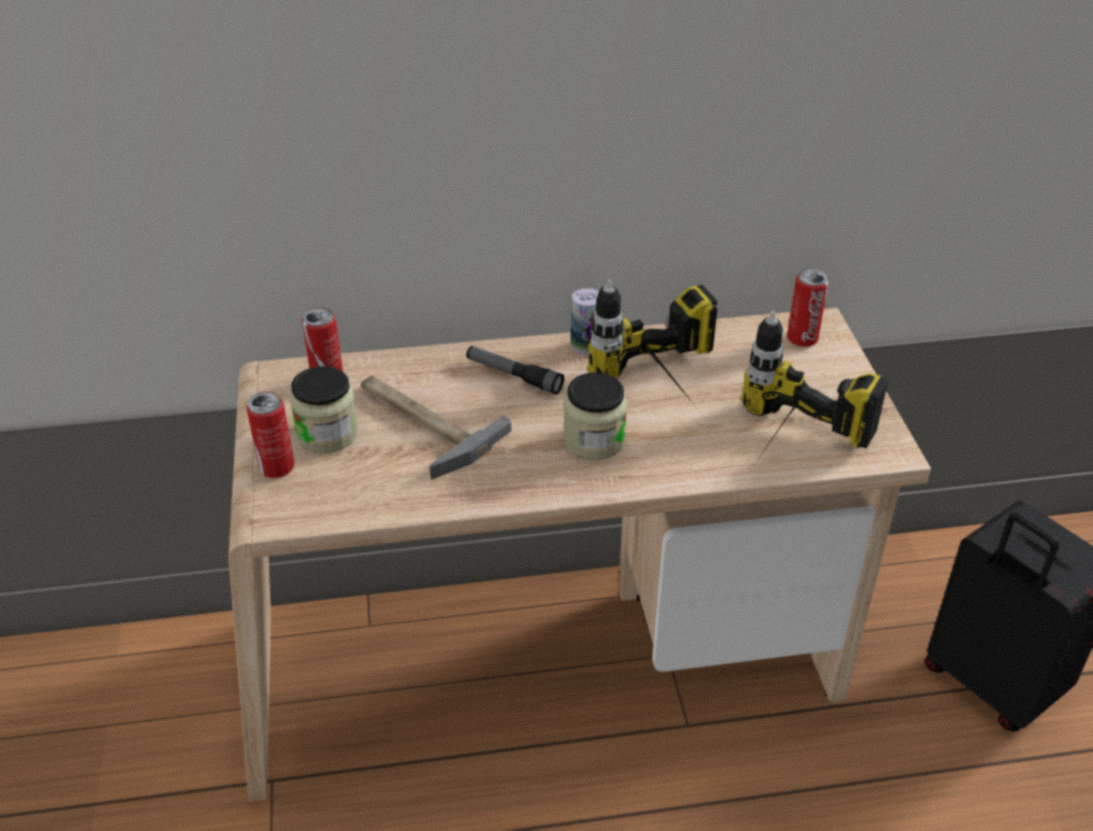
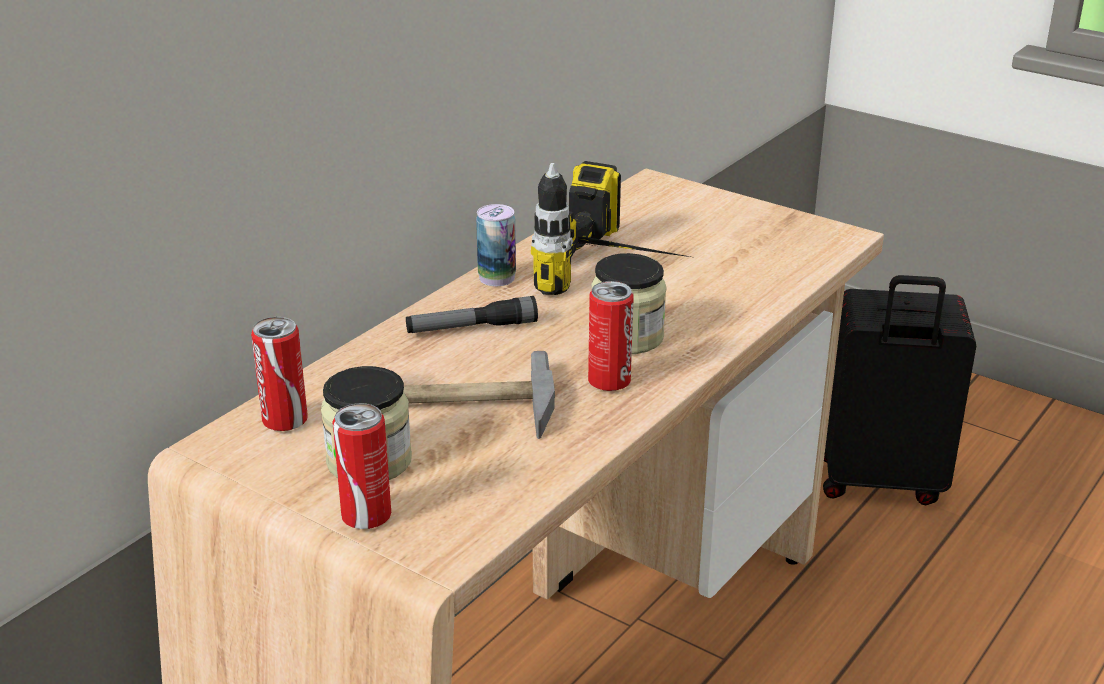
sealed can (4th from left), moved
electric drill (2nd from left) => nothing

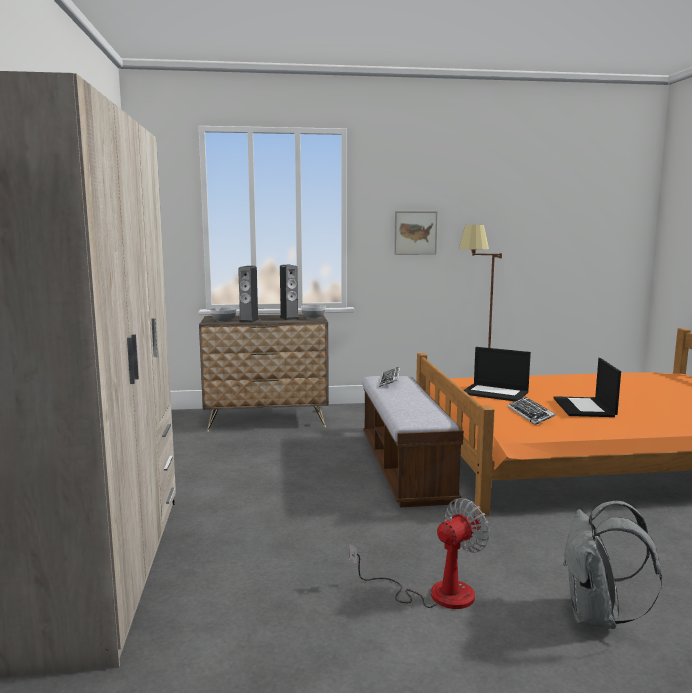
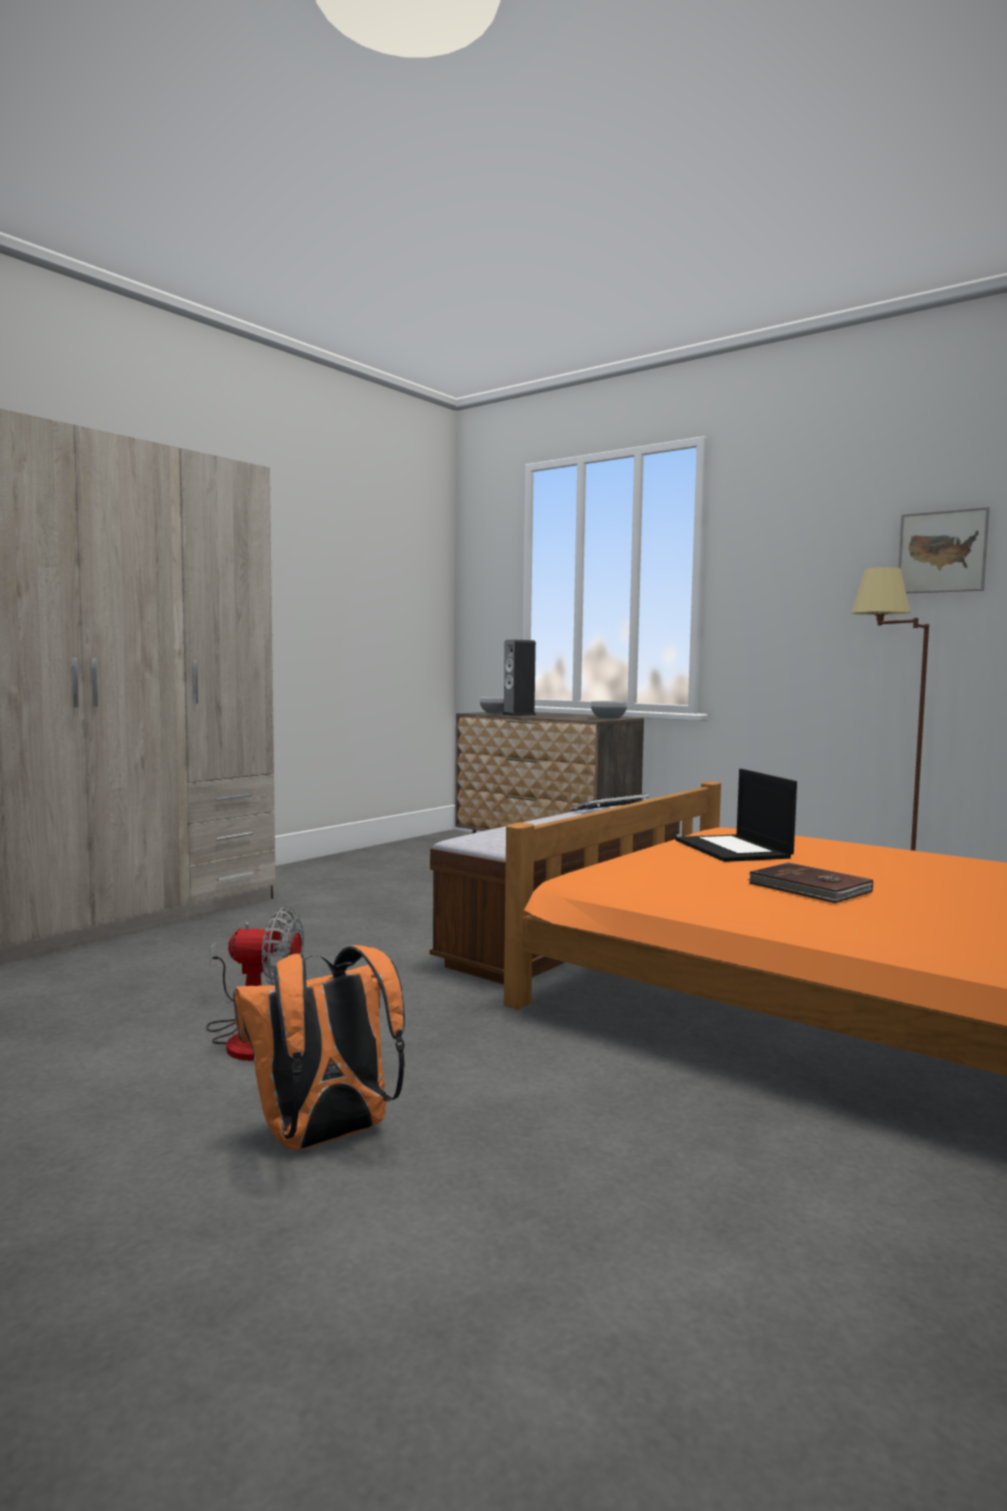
picture, moved
loudspeaker (2nd from left) => nothing
notebook computer (2nd from left) => book (brownish)
computer keyboard (2nd from left) => nothing
rucksack (gray) => rucksack (orange-coloured)

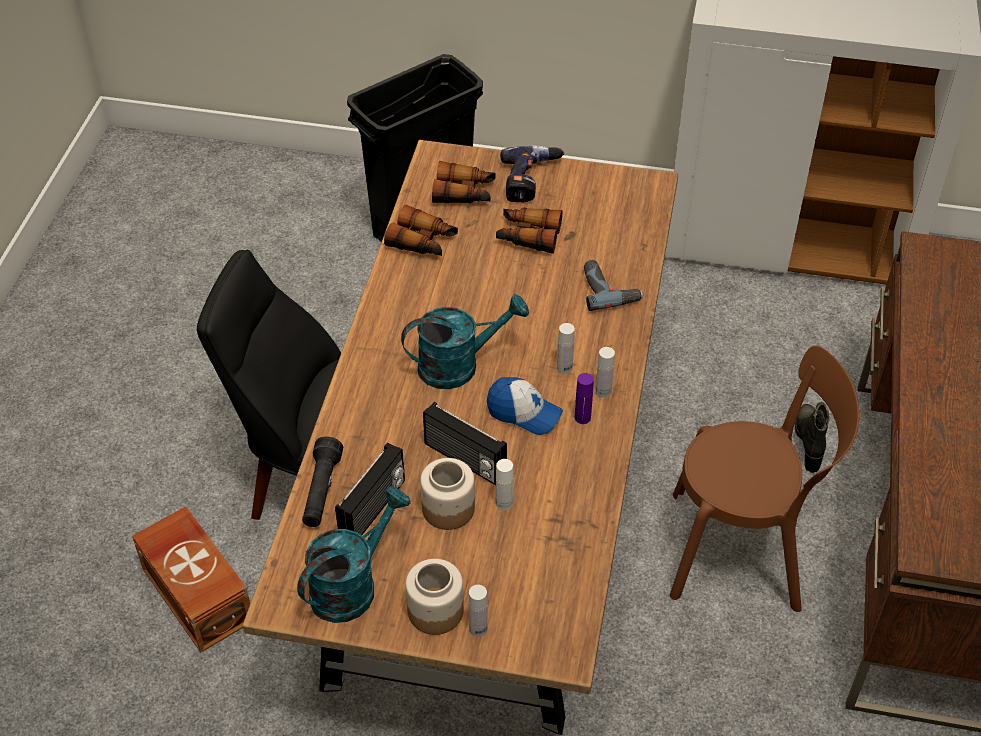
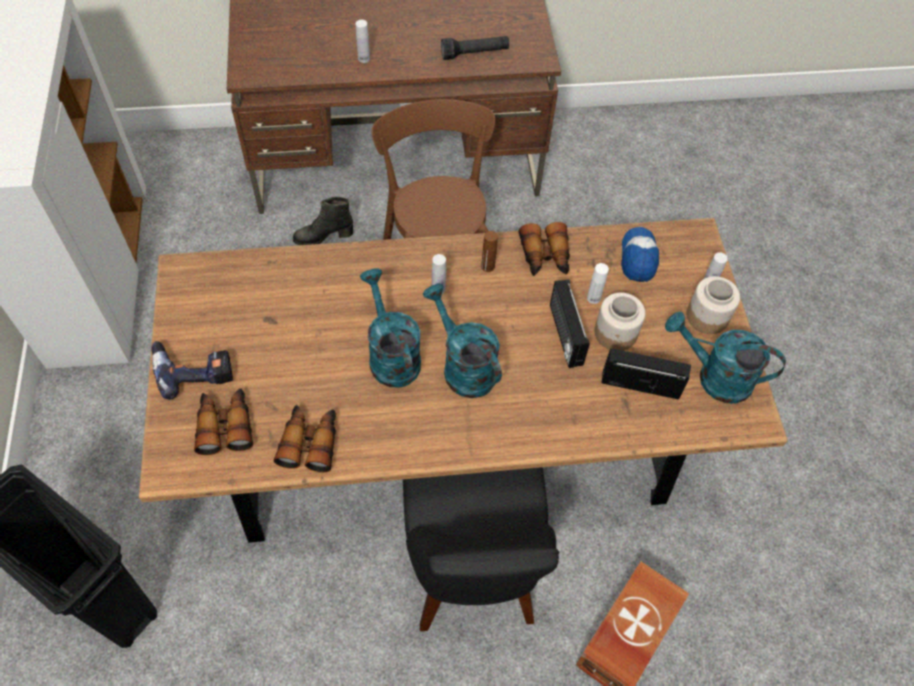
field glasses (3rd from left), moved
electric drill (2nd from left) => nothing
drink bottle (white) (4th from left in the first image) => drink bottle (white) (1st from left), moved
drink bottle (purple-coloured) => drink bottle (brownish)
peaked cap, moved
radio set (2nd from left in the first image) => radio set (1st from left), 150 degrees clockwise
hand torch (blackish), moved
nothing => watering can (turquoise-coloured) (1st from left)

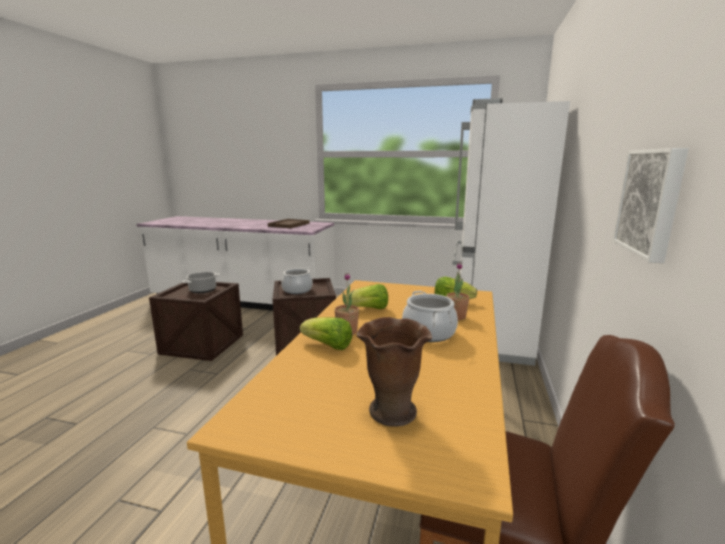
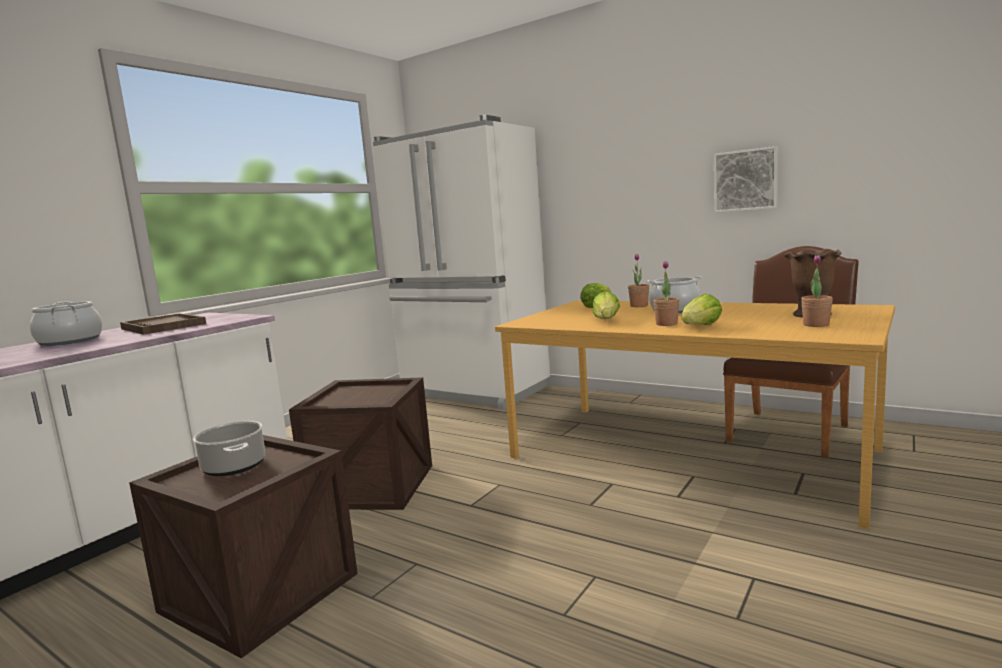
stockpot (2nd from left in the first image) => stockpot (1st from left), moved
nothing => plant in a pot (3rd from left)

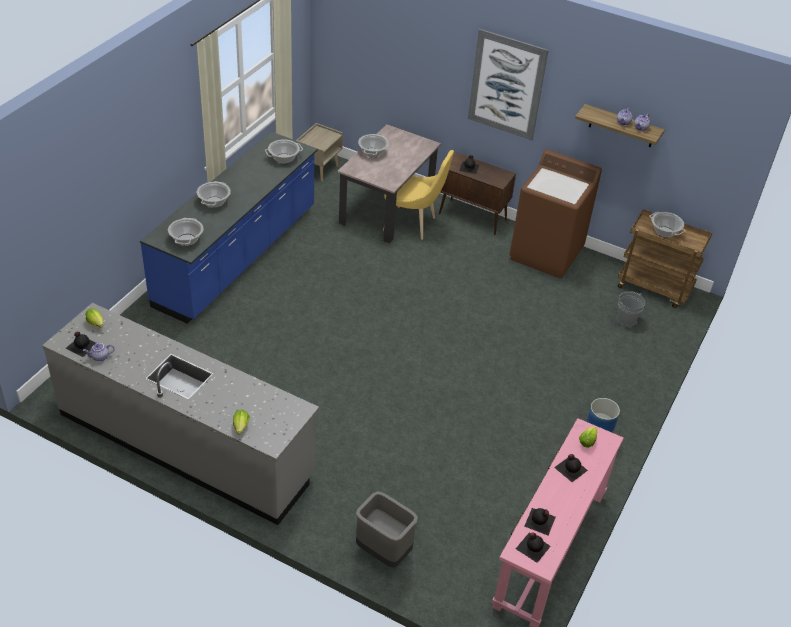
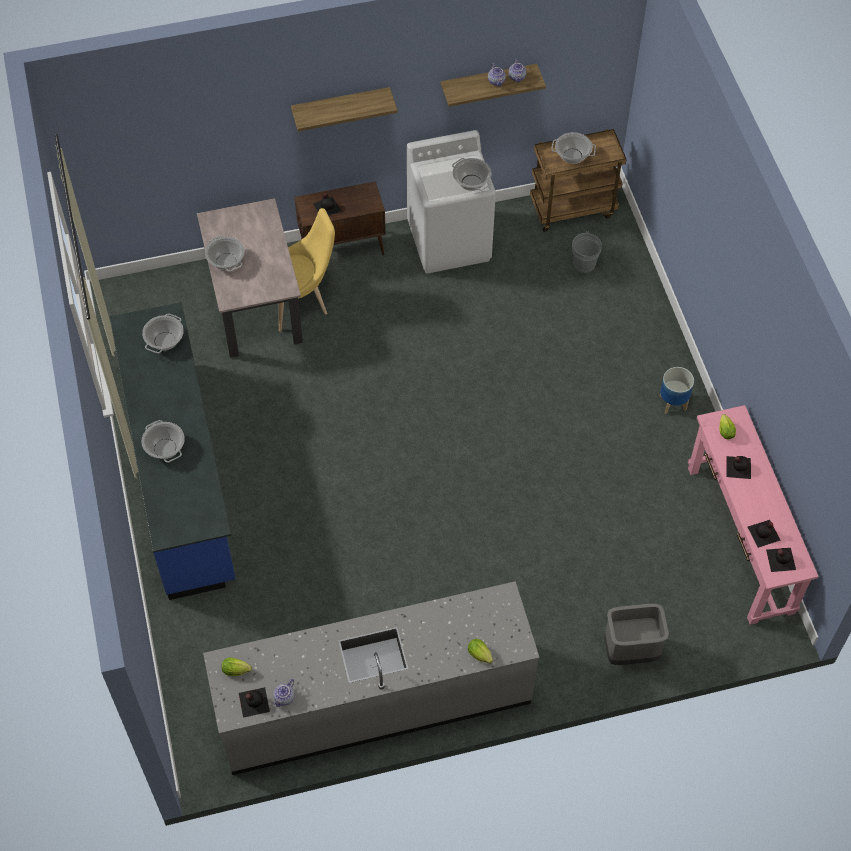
picture => bracket shelf (1st from left)
night table (beige) => nothing
washing machine (brownish) => washing machine (white)
stockpot (1st from left in the first image) => stockpot (4th from left), moved

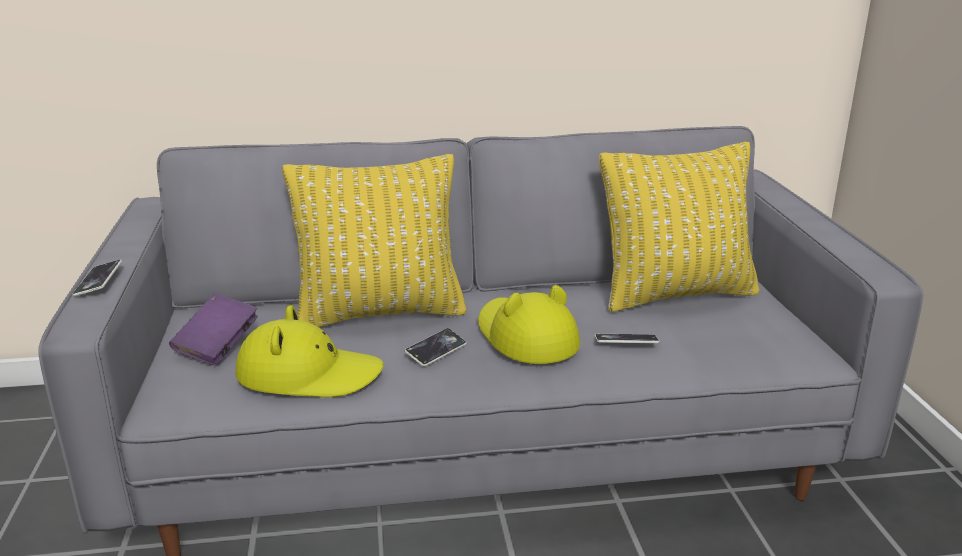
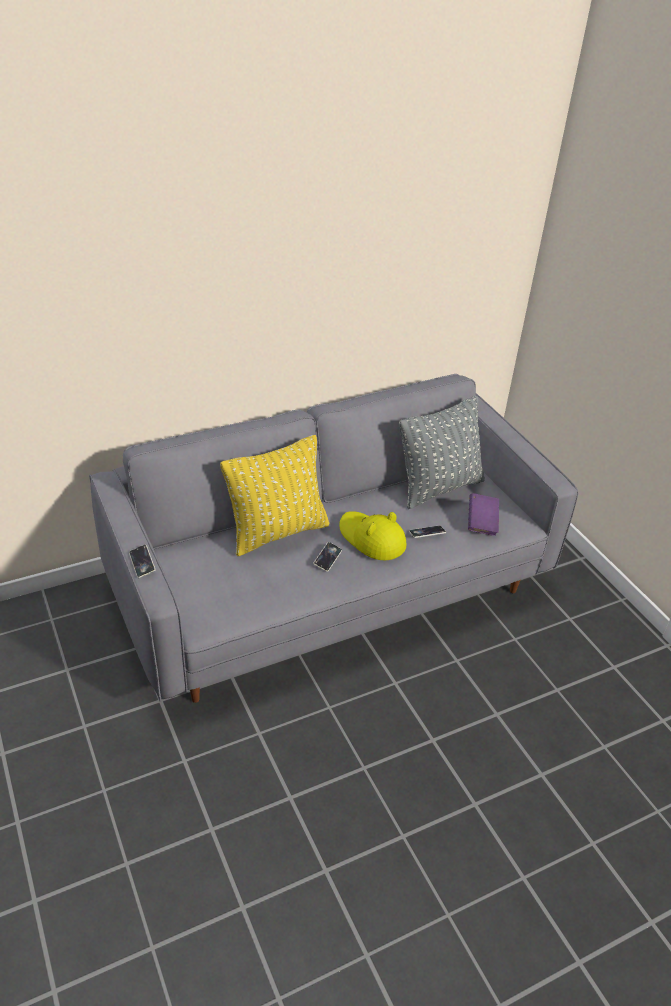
cushion (yellowish) (2nd from left) => cushion (gray)
book (purple-coloured), moved
hat (yellowish) (1st from left) => nothing

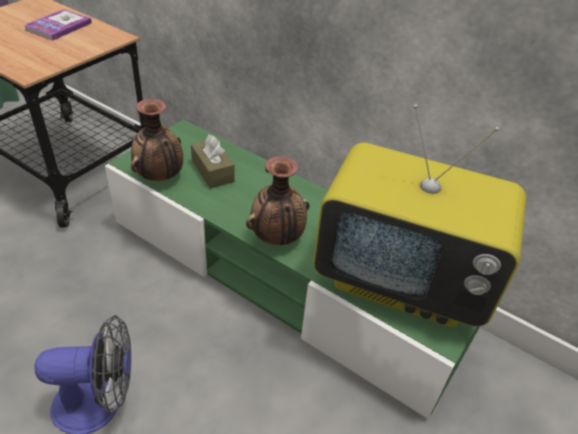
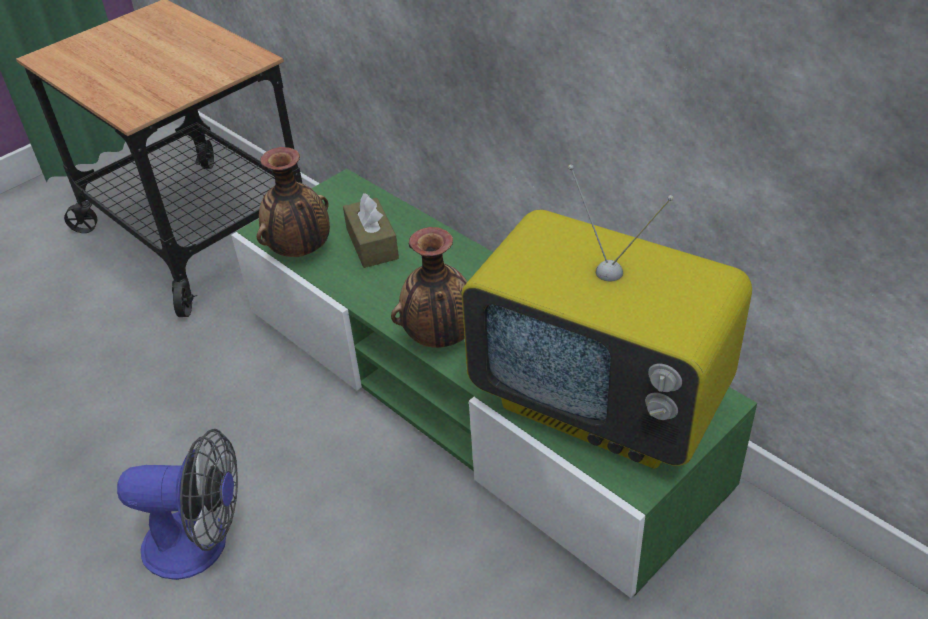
book => nothing

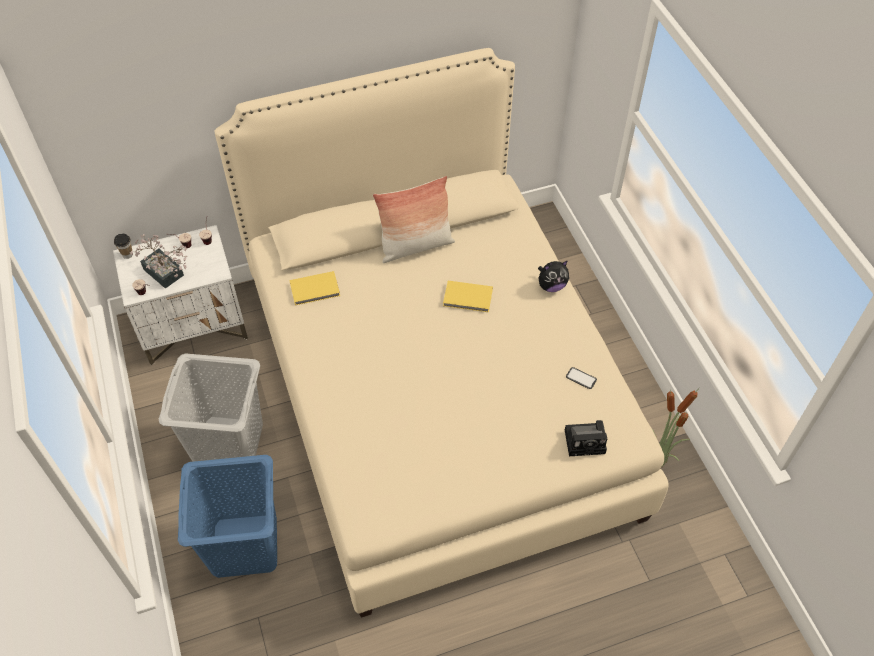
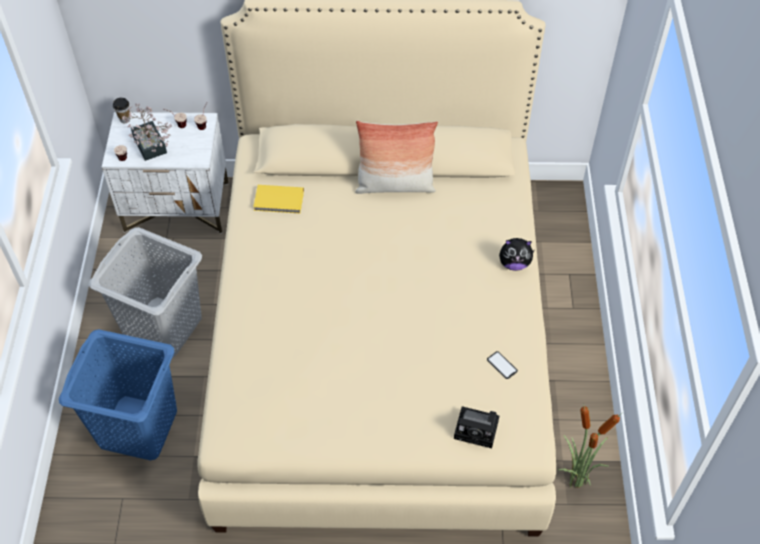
book (yellowish) (2nd from left) => nothing

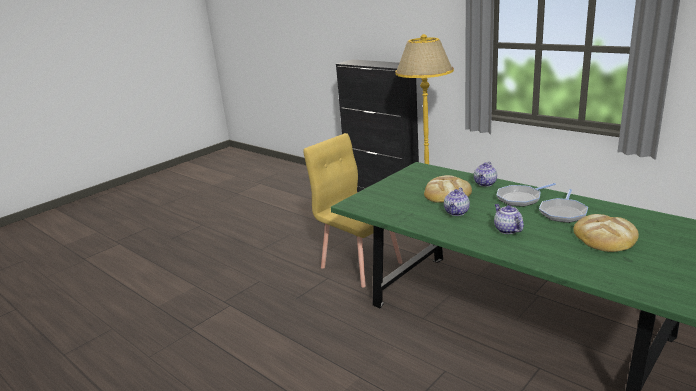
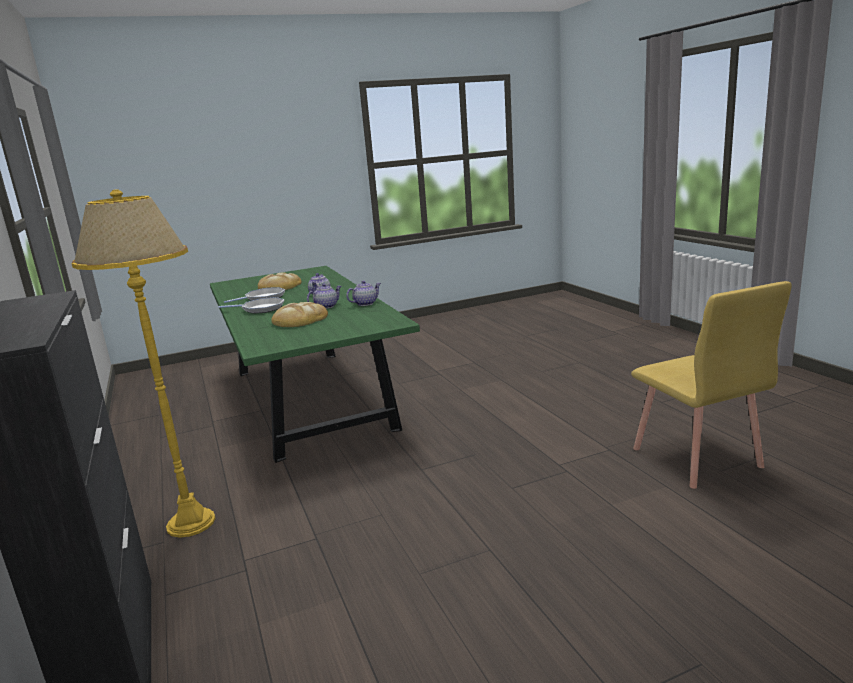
plain chair (yellowish), moved
pot for tea (2nd from left in the first image) => pot for tea (3rd from left), moved

